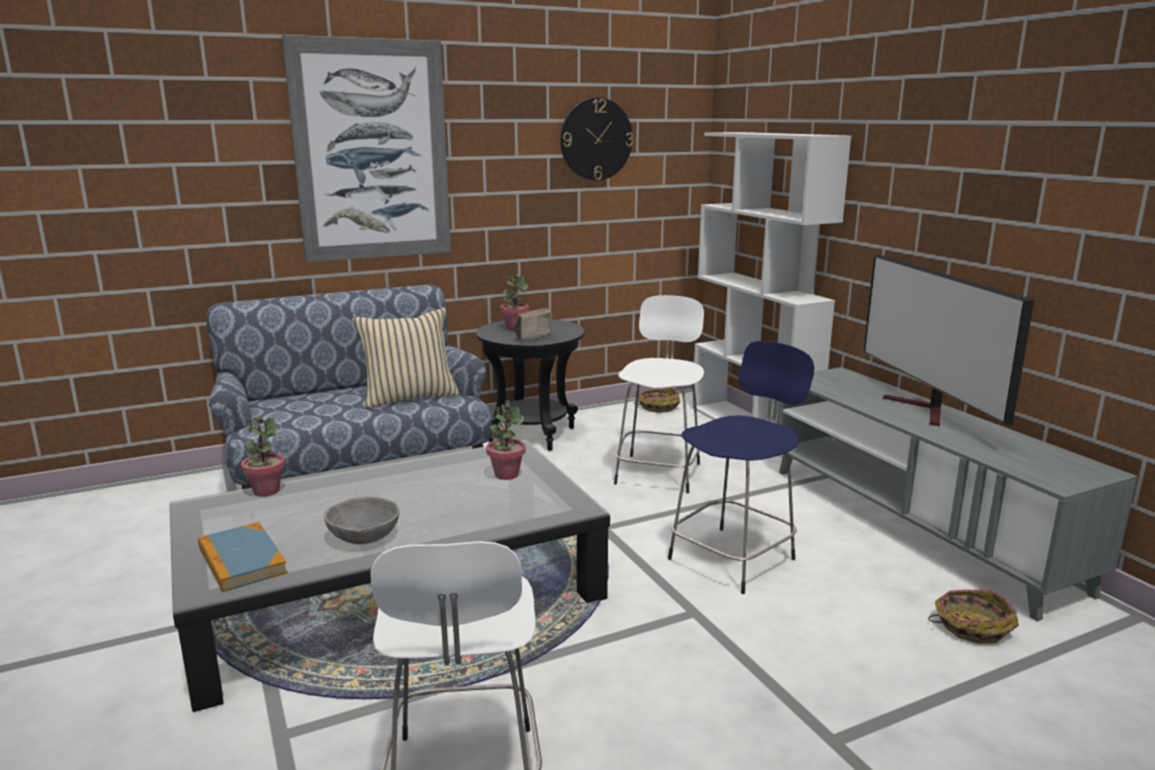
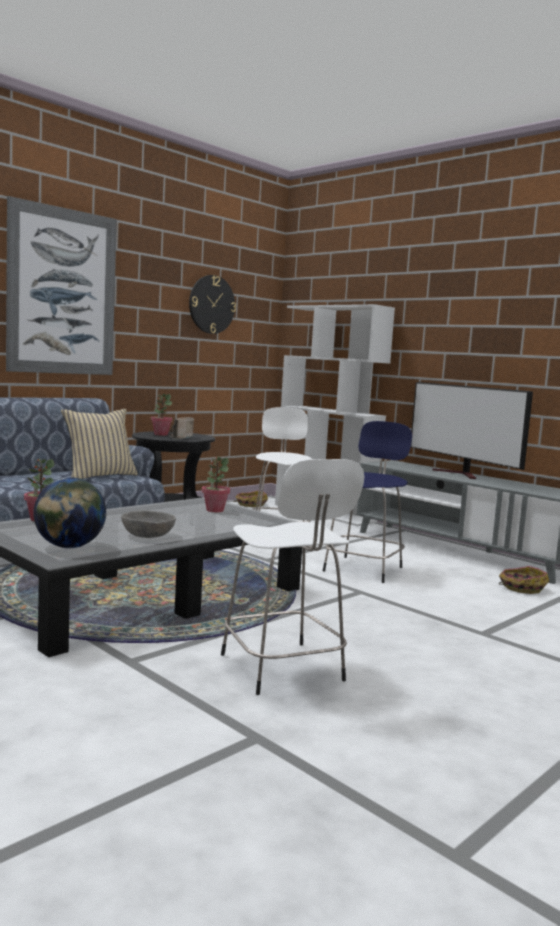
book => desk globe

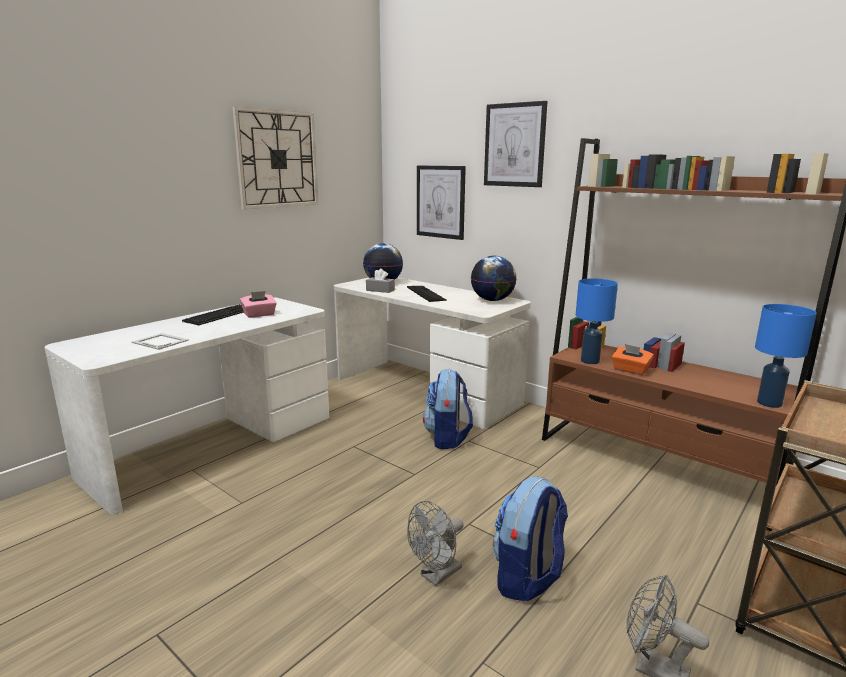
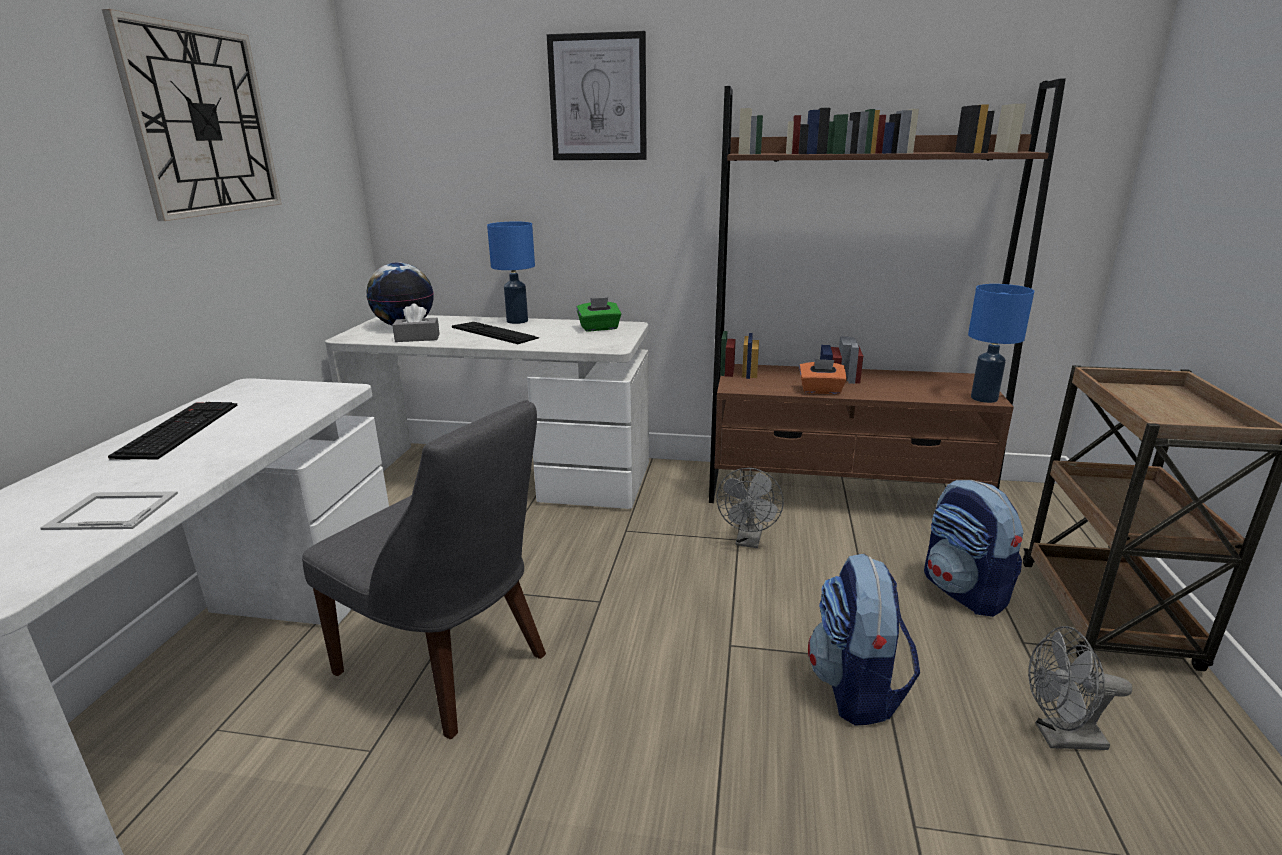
picture (1st from left) => nothing
desk globe (2nd from left) => tissue holder (green-coloured)
table lamp (blue-coloured) (1st from left), moved
tissue holder (pink) => nothing
rucksack (1st from left in the first image) => rucksack (2nd from left), moved
electric fan (gray) (1st from left), moved
nothing => plain chair (gray)

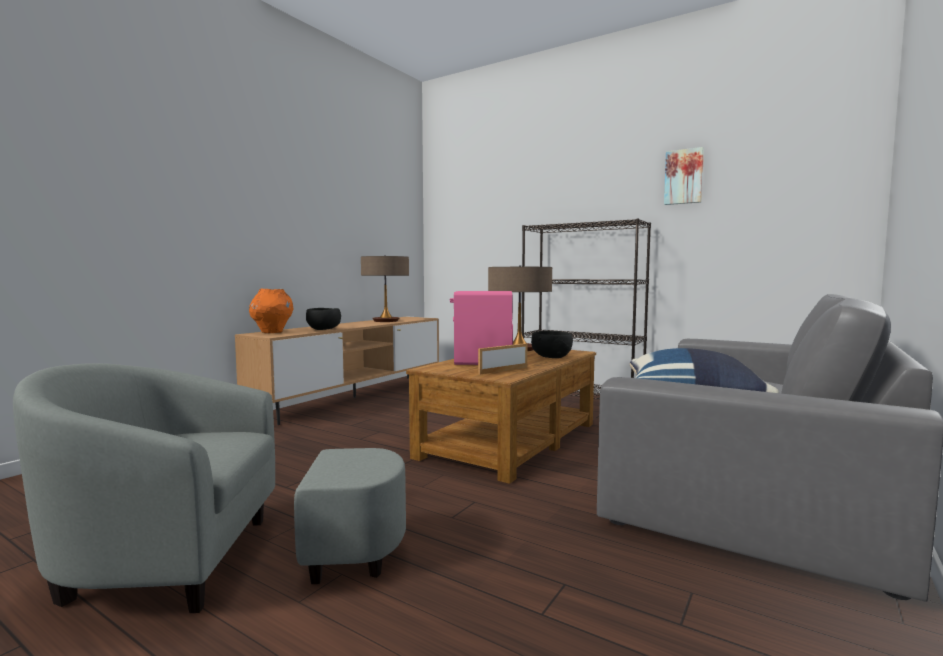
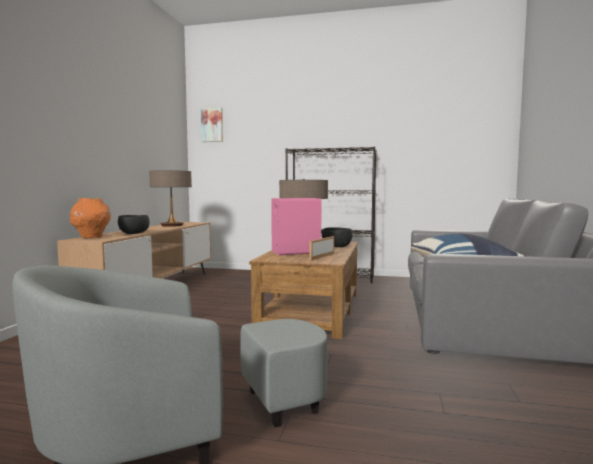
picture, moved

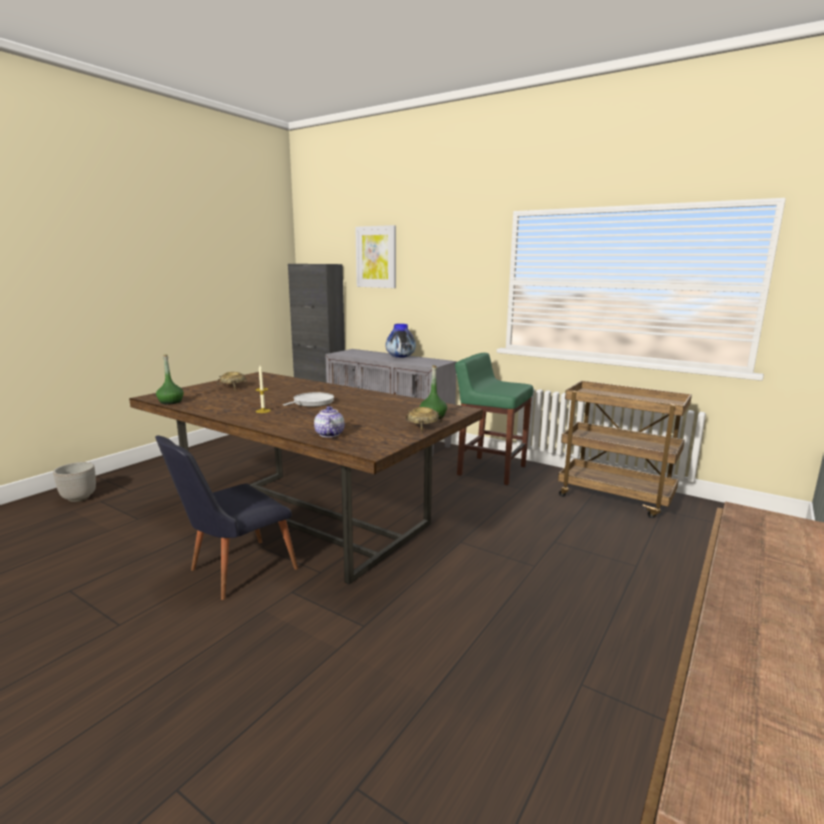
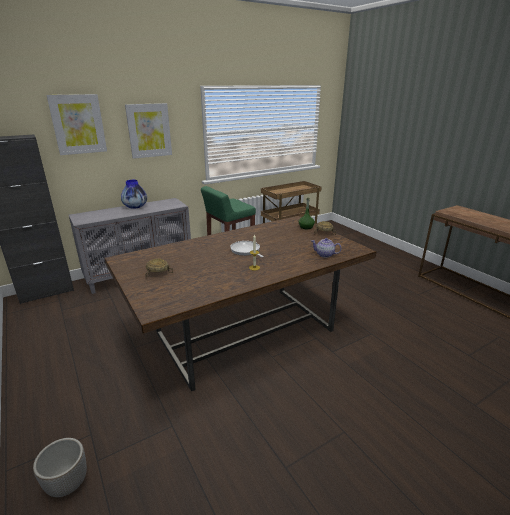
drink bottle (green-coloured) (1st from left) => nothing
plain chair (blackish) => nothing
nothing => picture (2nd from left)

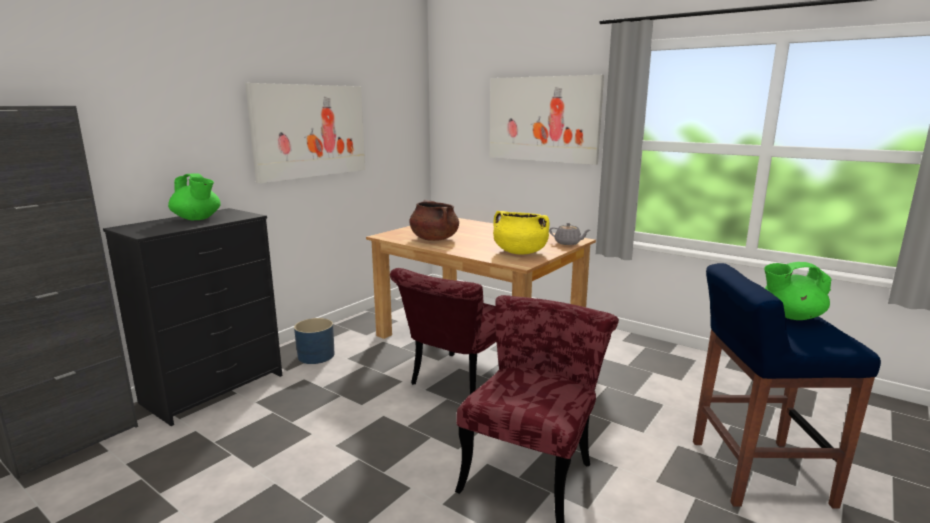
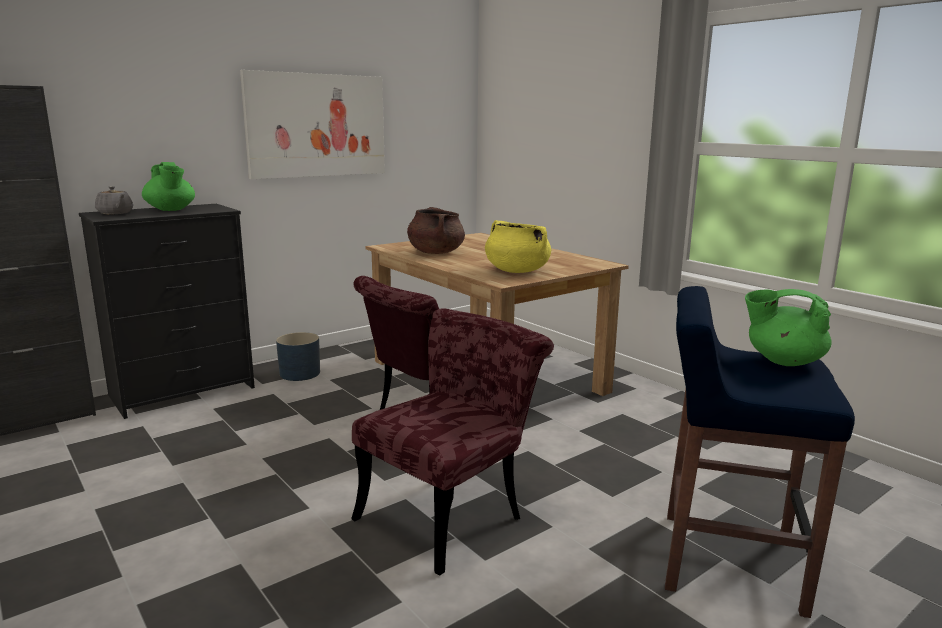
picture (2nd from left) => nothing
pot for tea (gray), moved

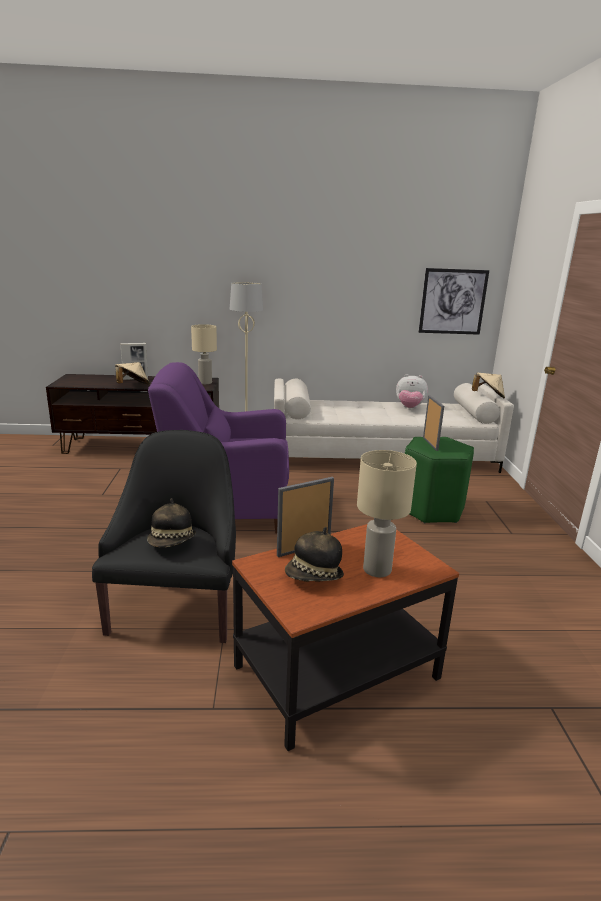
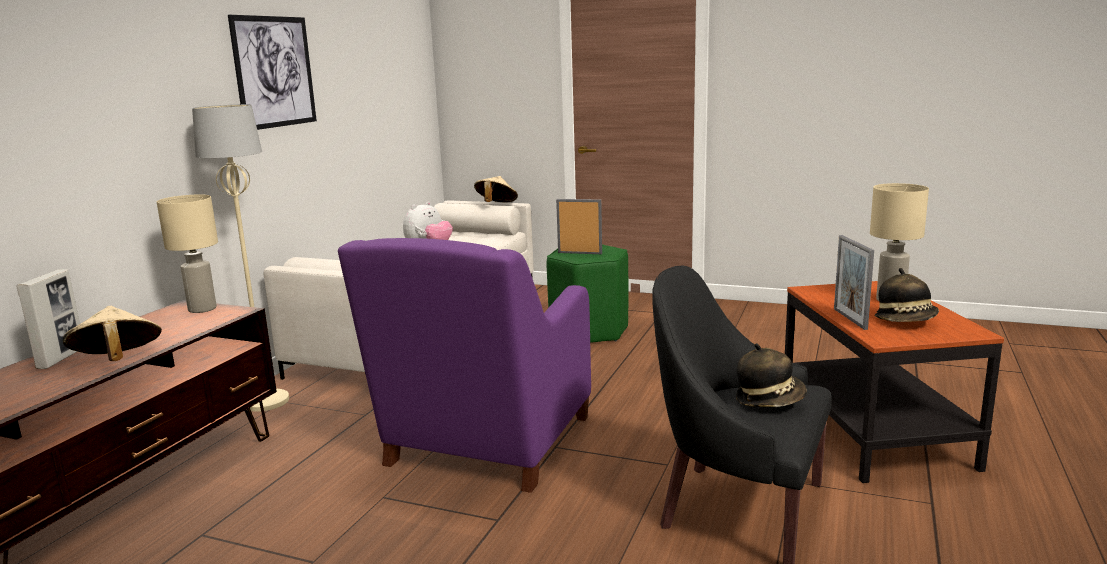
picture, moved

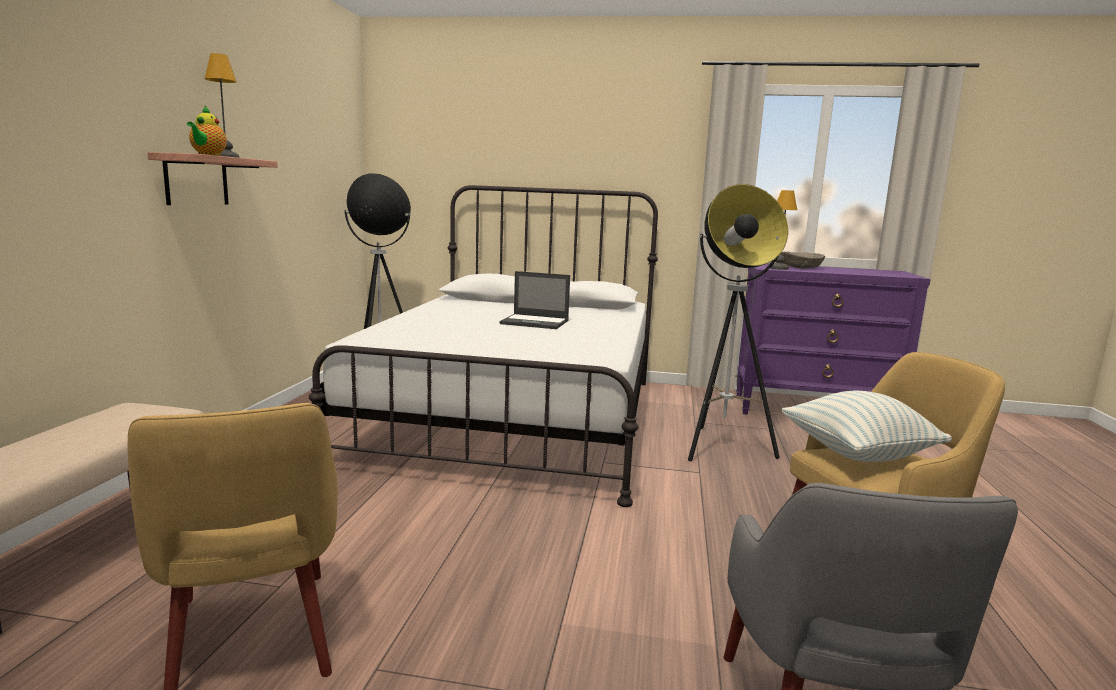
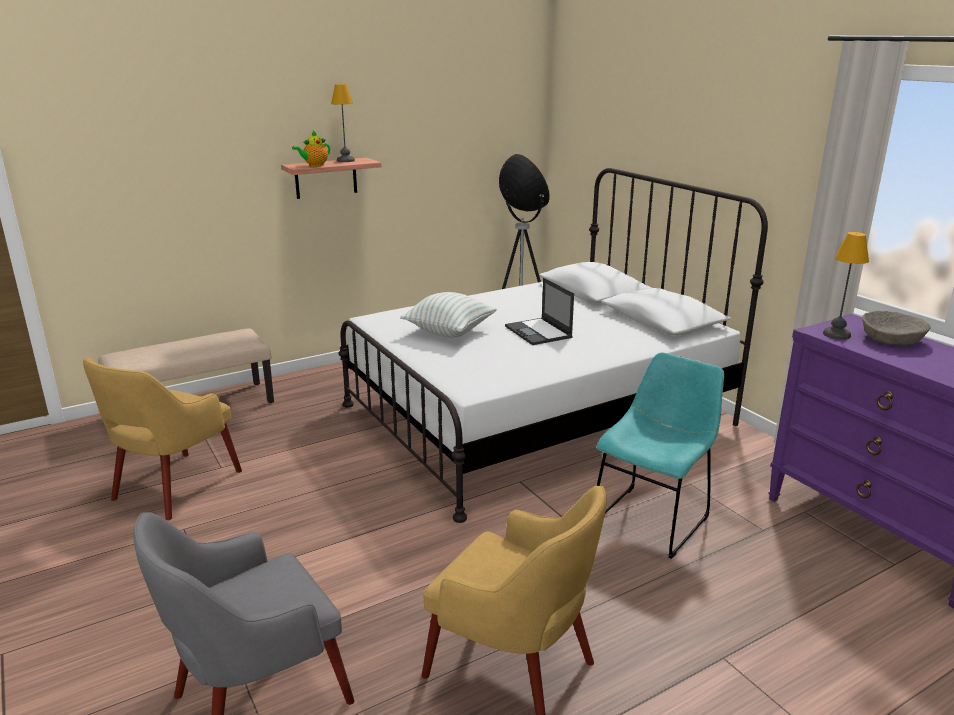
floor lamp (2nd from left) => plain chair (turquoise-coloured)
cushion, moved

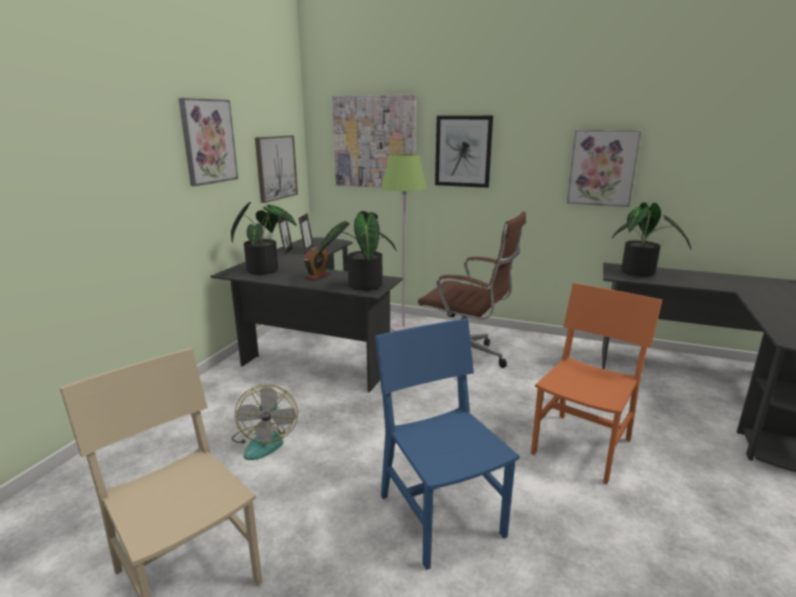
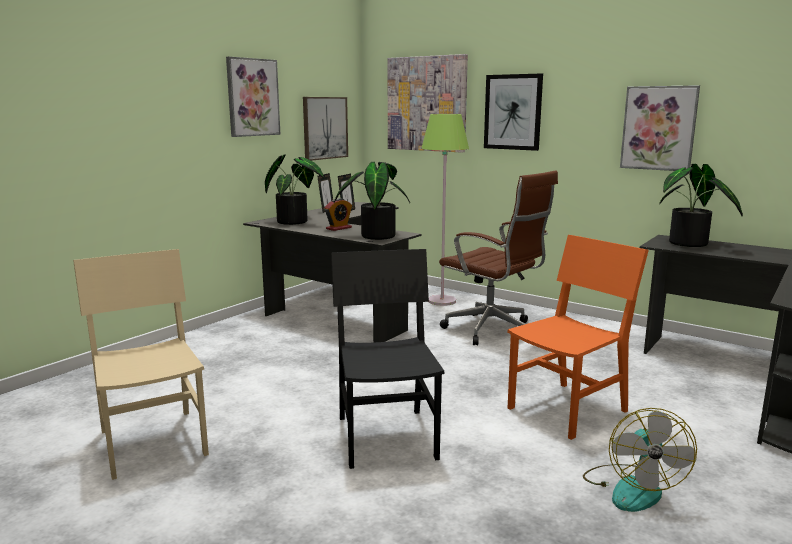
plain chair (blue-coloured) => plain chair (blackish)
electric fan, moved

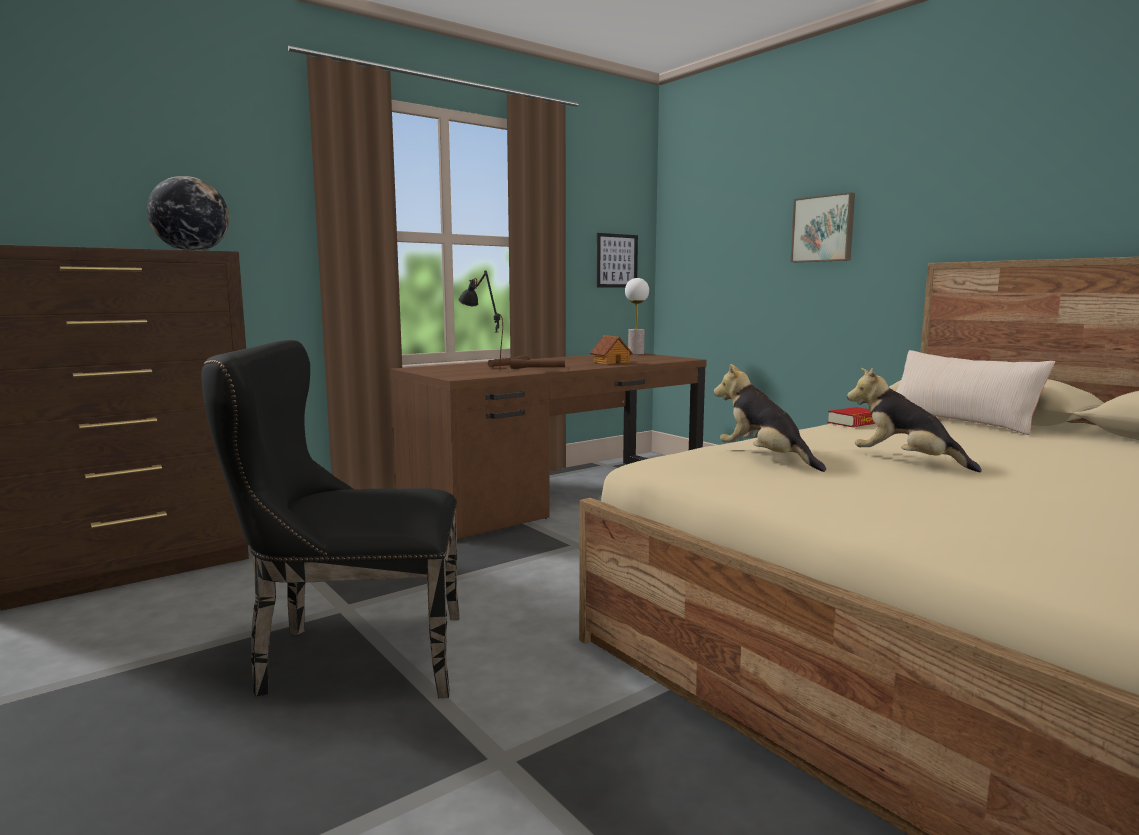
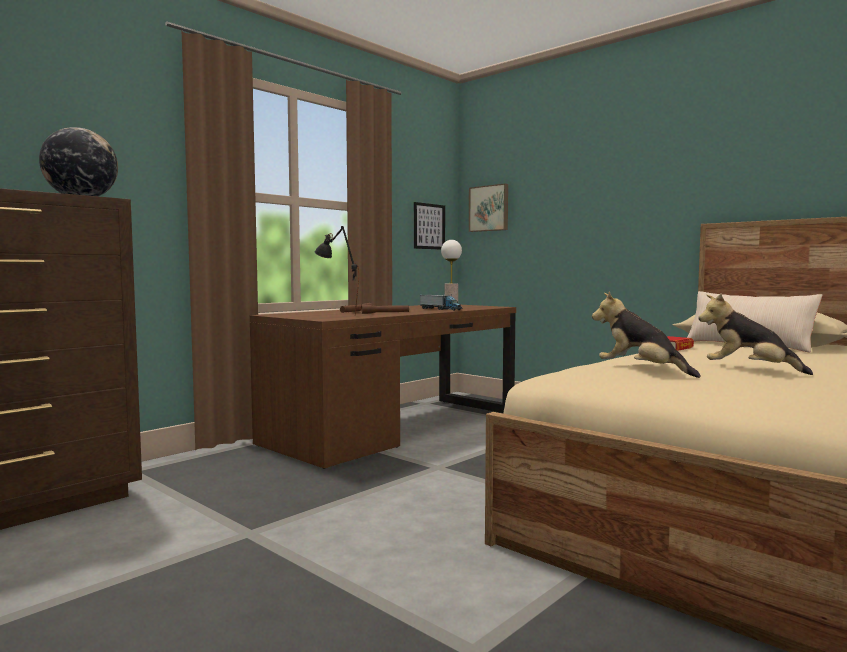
picture (2nd from left), moved
model house => toy lorry
plain chair (blackish) => nothing

